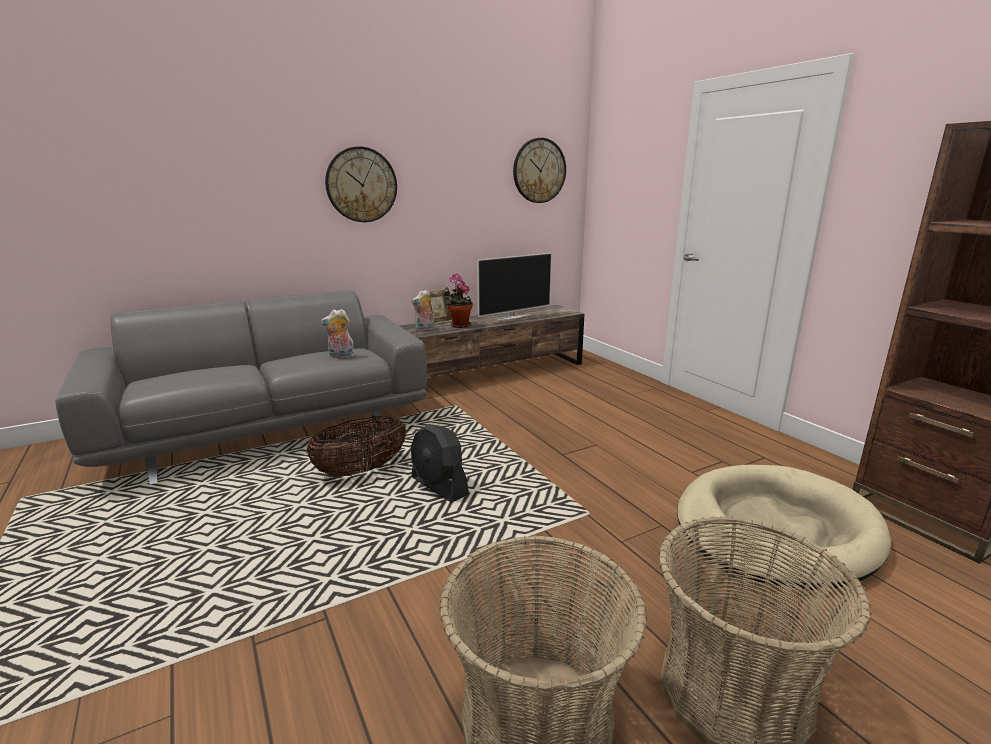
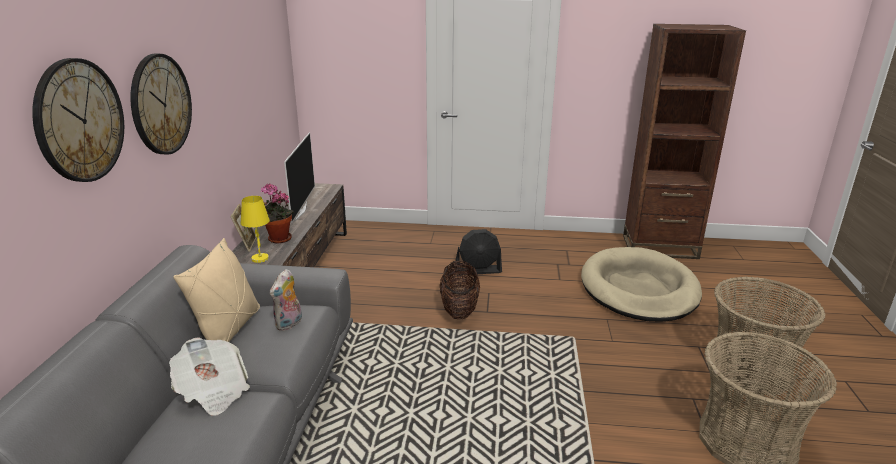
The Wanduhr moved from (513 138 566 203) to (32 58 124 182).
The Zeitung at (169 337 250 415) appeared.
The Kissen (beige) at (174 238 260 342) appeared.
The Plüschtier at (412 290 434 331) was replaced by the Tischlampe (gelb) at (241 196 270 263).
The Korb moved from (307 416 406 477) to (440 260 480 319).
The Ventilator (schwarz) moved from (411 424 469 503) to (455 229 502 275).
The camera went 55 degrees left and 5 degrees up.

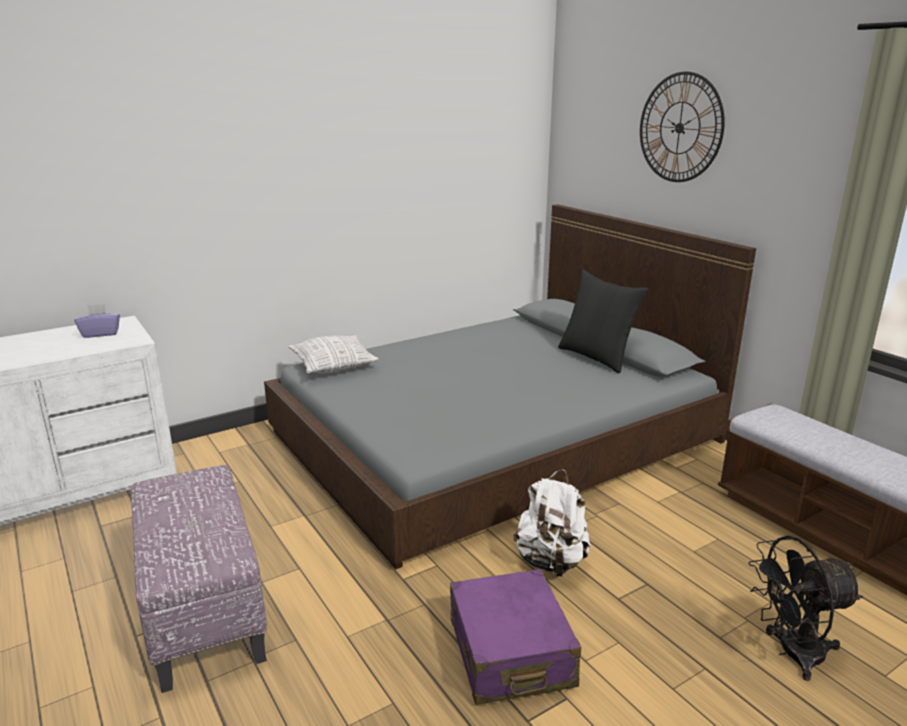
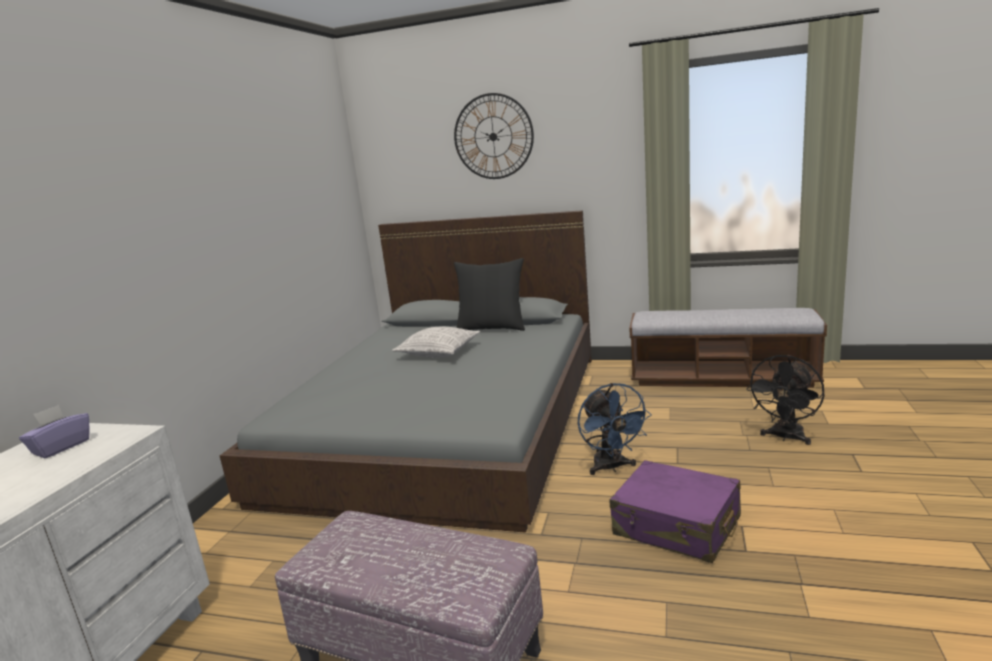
The Kissen moved from (288 335 379 373) to (392 327 480 358).
The Rucksack (weiß) at (514 469 591 577) was replaced by the Ventilator (blau) at (578 383 651 475).
The camera went 40 degrees left and 5 degrees down.

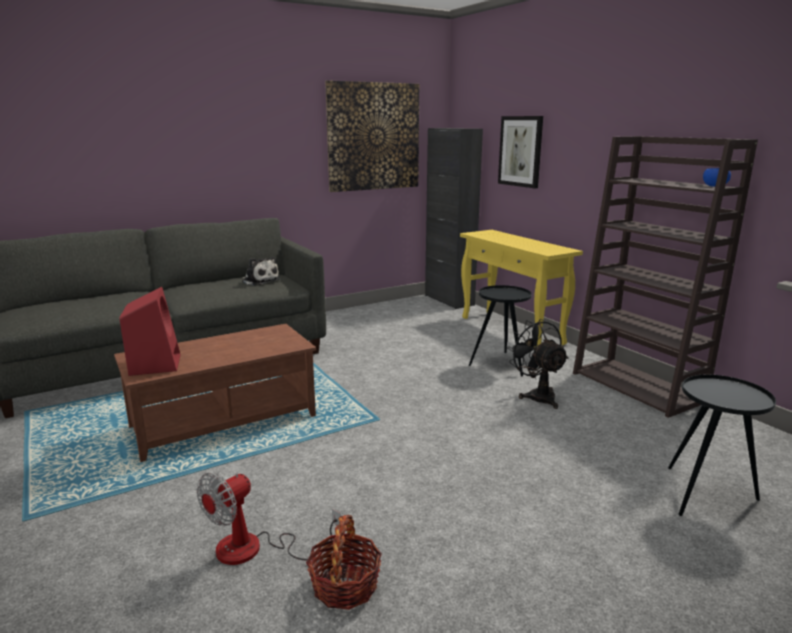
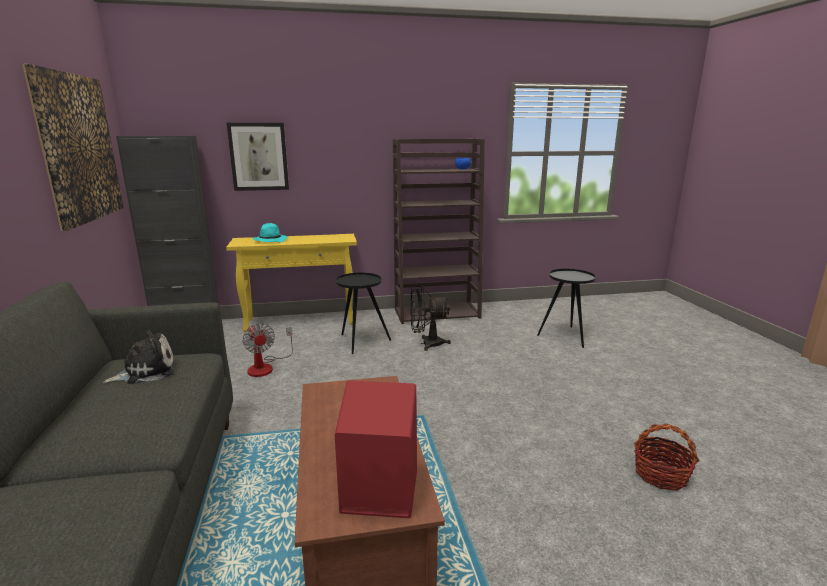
The Ventilator moved from (197 472 341 565) to (242 323 293 377).
The Hut (türkis) at (252 223 287 242) appeared.
The camera went 70 degrees left and 0 degrees up.

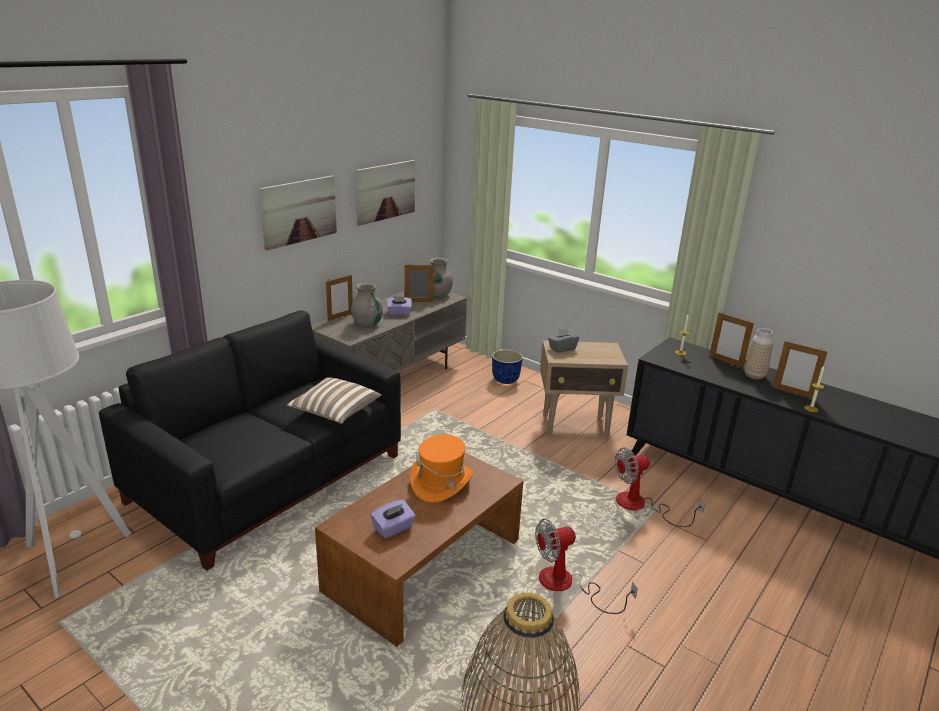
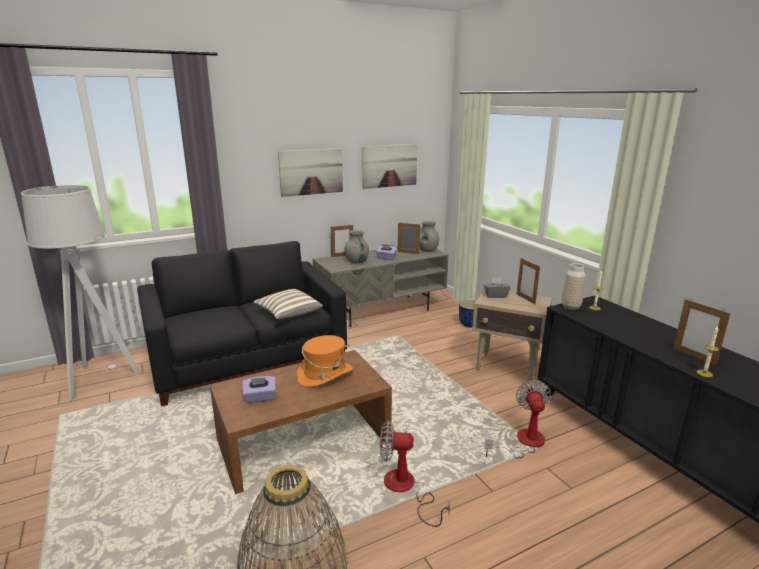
The Ventilator at (615 447 705 527) turned 90 degrees clockwise.
The Bilderrahmen moved from (709 312 754 368) to (517 258 540 304).
The Vase moved from (744 328 773 379) to (561 263 585 310).
The camera went 25 degrees right and 5 degrees down.

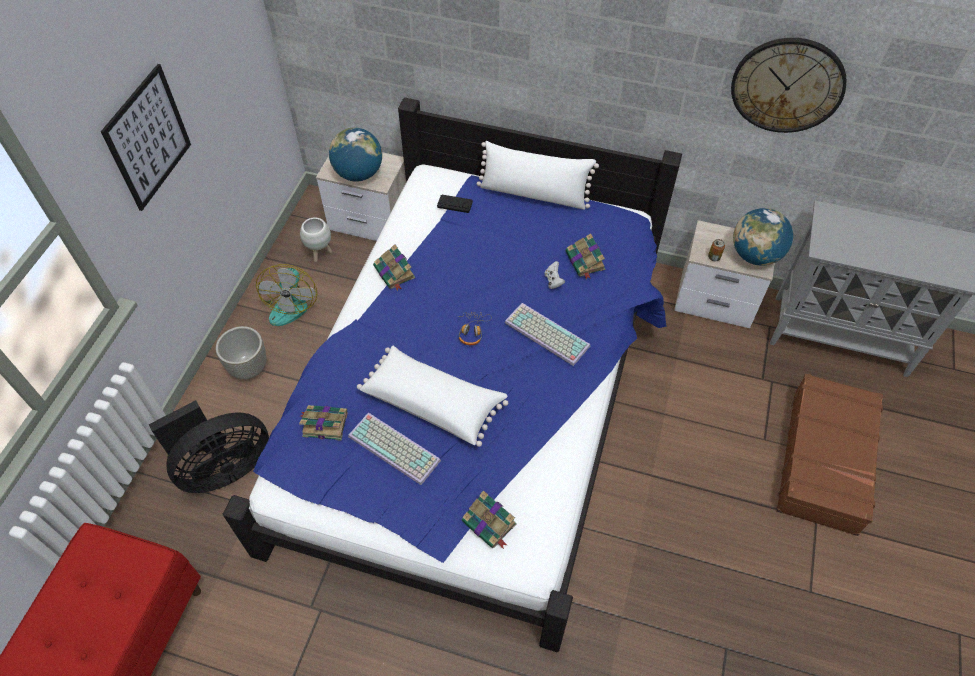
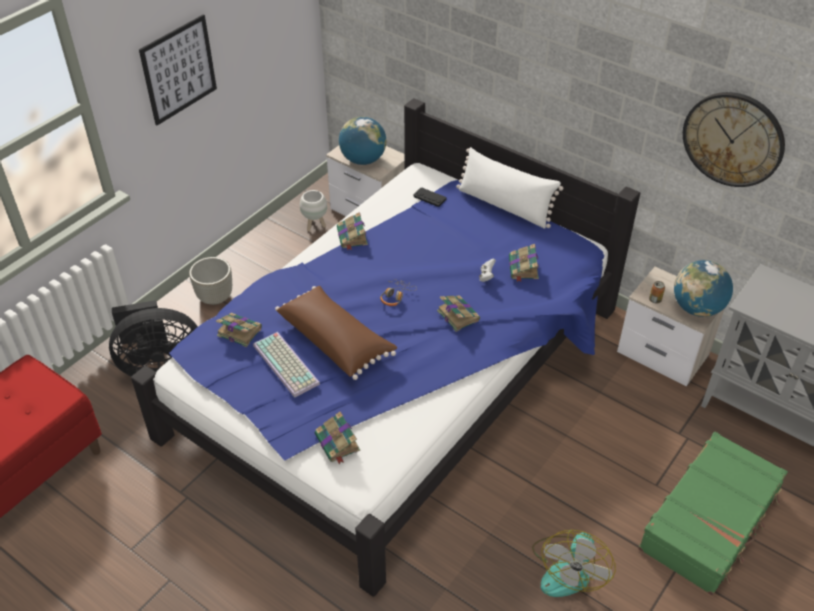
The Kissen (weiß) at (357 346 508 447) became the Kissen (braun) at (275 286 397 380).
The Tastatur at (505 303 590 366) was replaced by the Buch at (437 296 480 332).
The Ventilator moved from (256 264 317 326) to (532 530 616 597).
The Koffer (braun) at (776 374 883 536) became the Koffer (grün) at (638 432 788 596).
The camera went 20 degrees right and 10 degrees down.

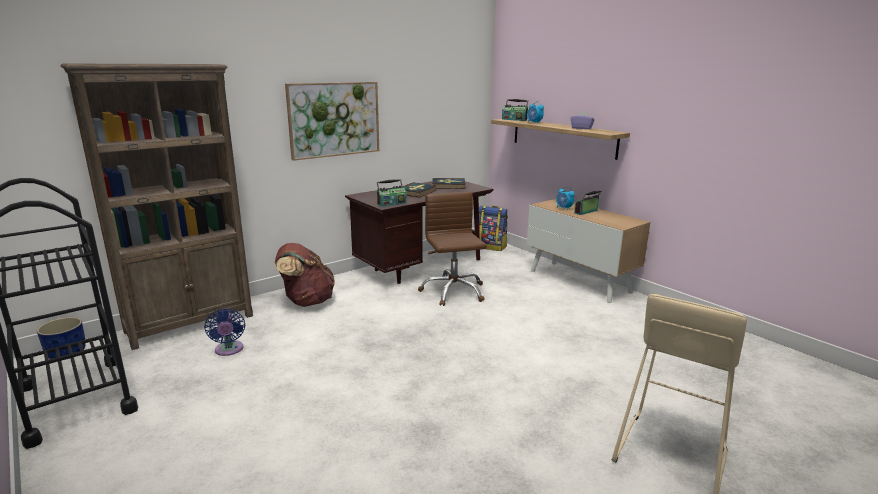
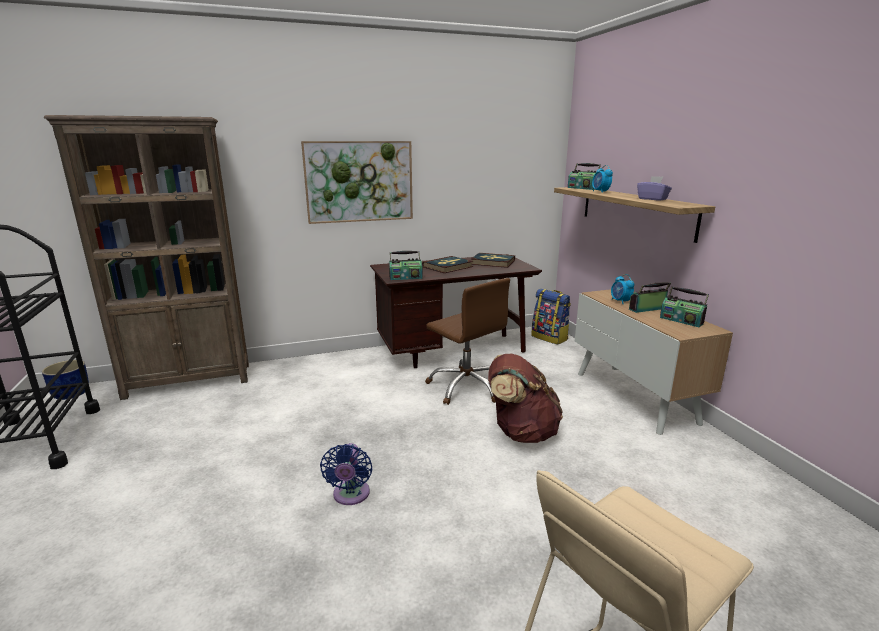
The Ventilator (blau) moved from (204 308 245 356) to (320 443 372 505).
The Bürostuhl (braun) at (418 192 487 306) turned 135 degrees clockwise.
The Rucksack (braun) moved from (275 243 335 307) to (488 354 563 443).
The Radio at (660 287 709 327) appeared.
The camera went 20 degrees right and 0 degrees up.

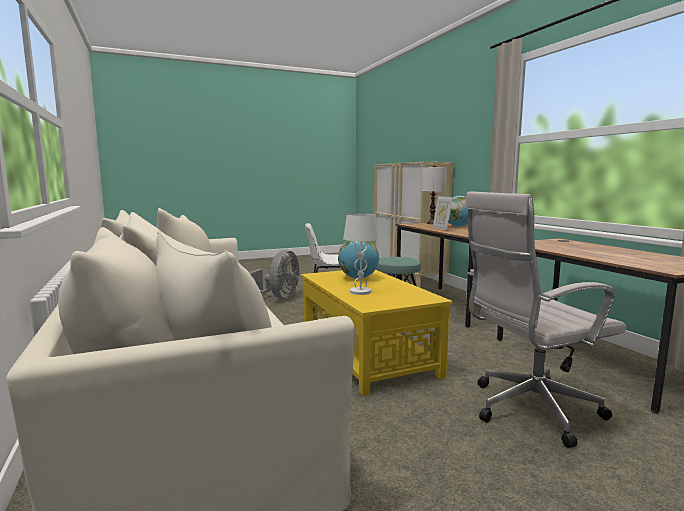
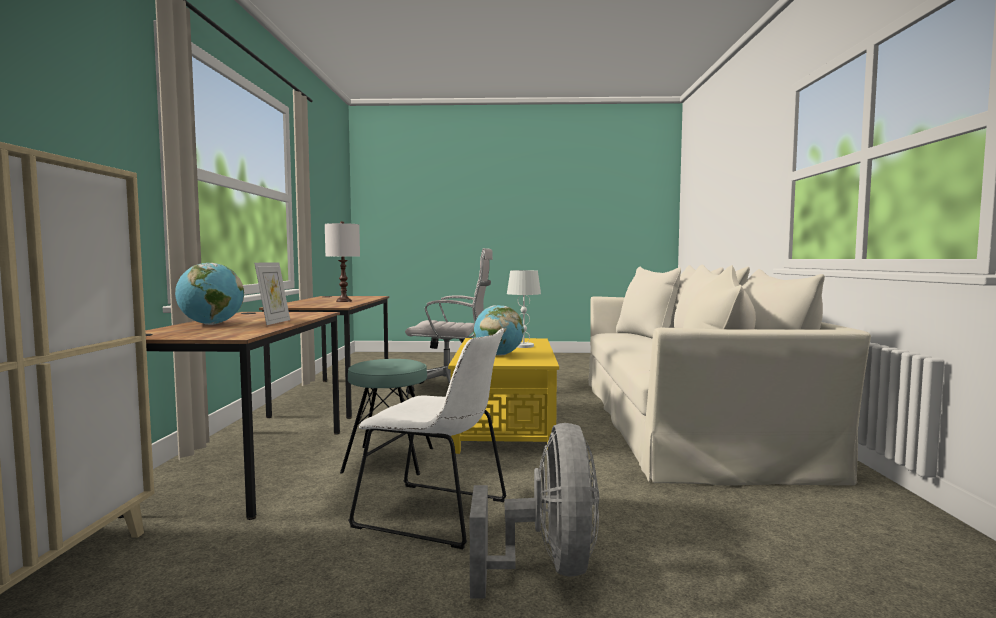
The Tischlampe (weiß) moved from (421 165 447 224) to (325 221 360 302).
The Ventilator (grau) at (249 250 299 299) turned 135 degrees clockwise.
The camera went 155 degrees left and 5 degrees down.

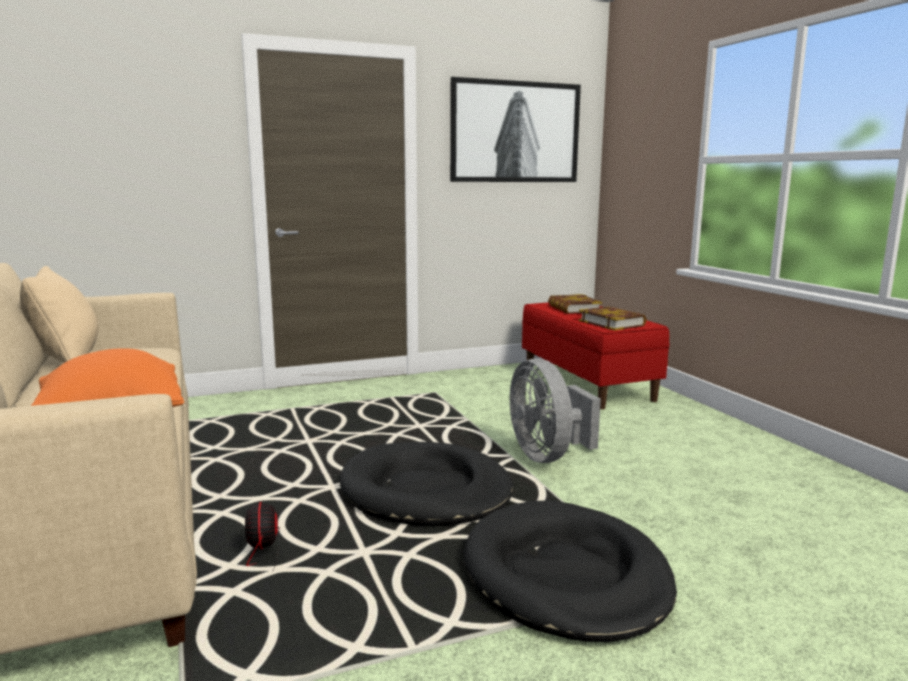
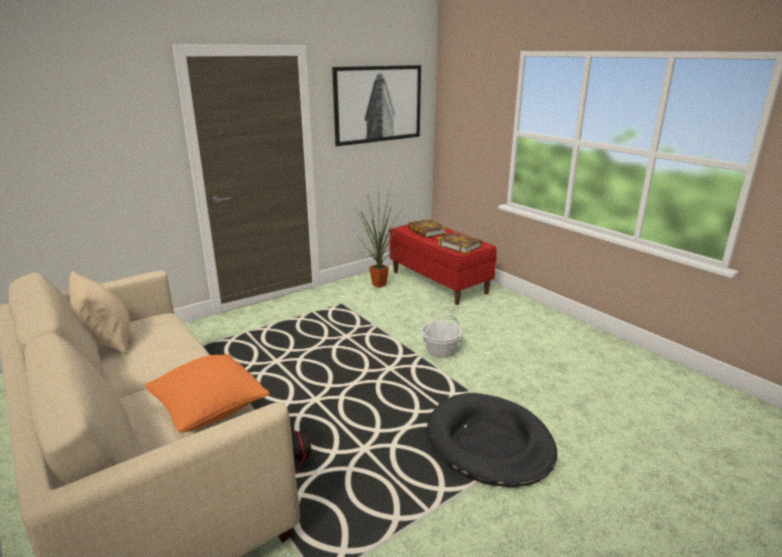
The Topfpflanze at (354 182 404 288) appeared.
The Ventilator (grau) at (510 358 601 463) was replaced by the Korb at (421 314 462 358).
The Hundebett (schwarz) at (340 442 513 526) disappeared.
The camera went 15 degrees left and 10 degrees up.

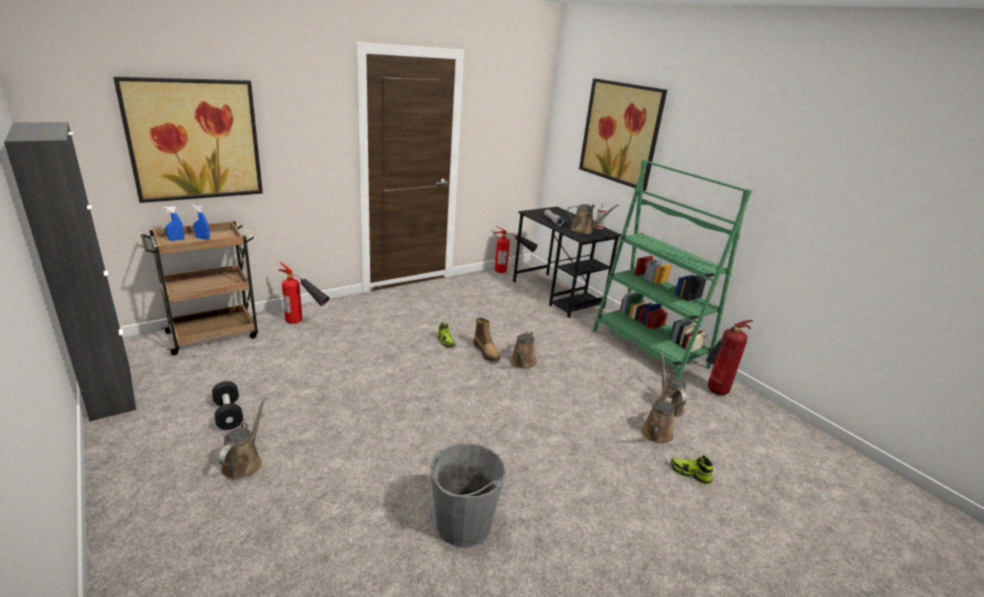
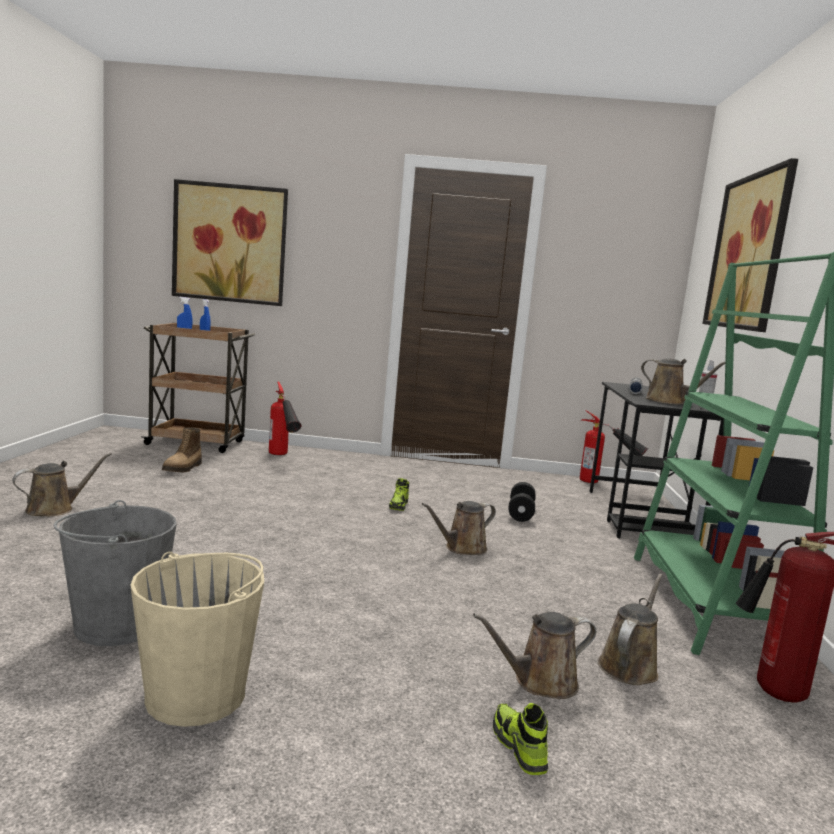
The Eimer (beige) at (130 552 264 727) appeared.
The Stiefel moved from (473 317 500 362) to (162 428 202 472).
The Hantel (schwarz) moved from (212 381 243 430) to (508 482 536 522).
The Schrank (schwarz) at (4 122 136 421) disappeared.
The camera went 40 degrees right and 15 degrees down.

